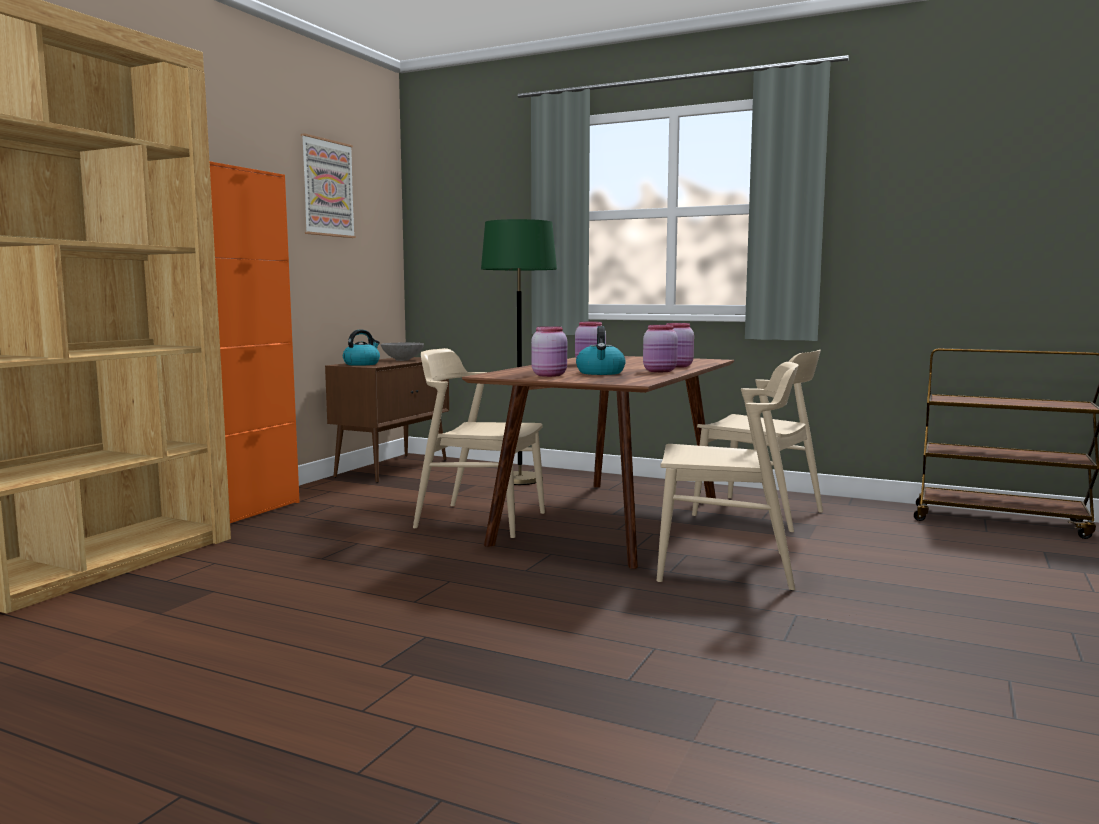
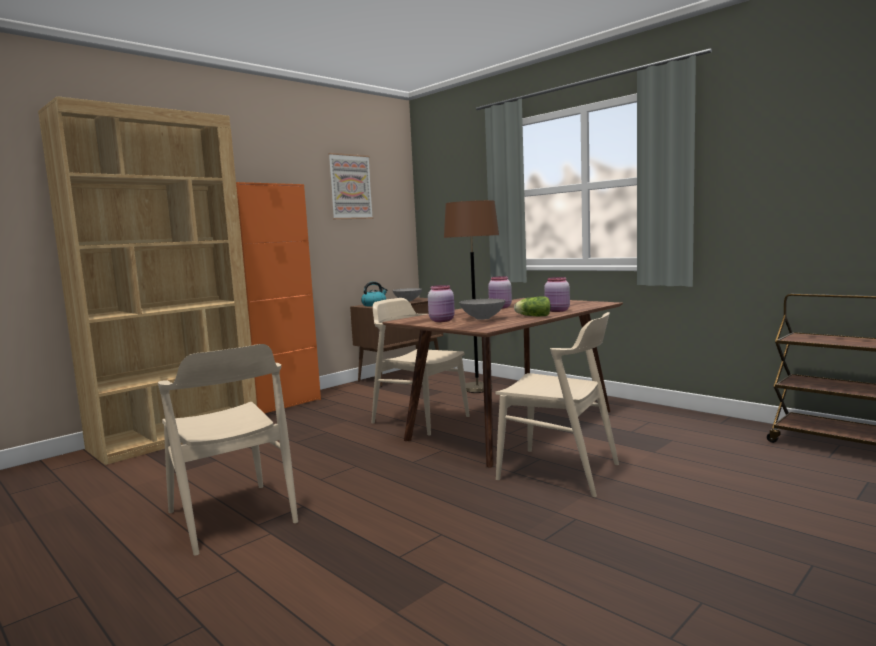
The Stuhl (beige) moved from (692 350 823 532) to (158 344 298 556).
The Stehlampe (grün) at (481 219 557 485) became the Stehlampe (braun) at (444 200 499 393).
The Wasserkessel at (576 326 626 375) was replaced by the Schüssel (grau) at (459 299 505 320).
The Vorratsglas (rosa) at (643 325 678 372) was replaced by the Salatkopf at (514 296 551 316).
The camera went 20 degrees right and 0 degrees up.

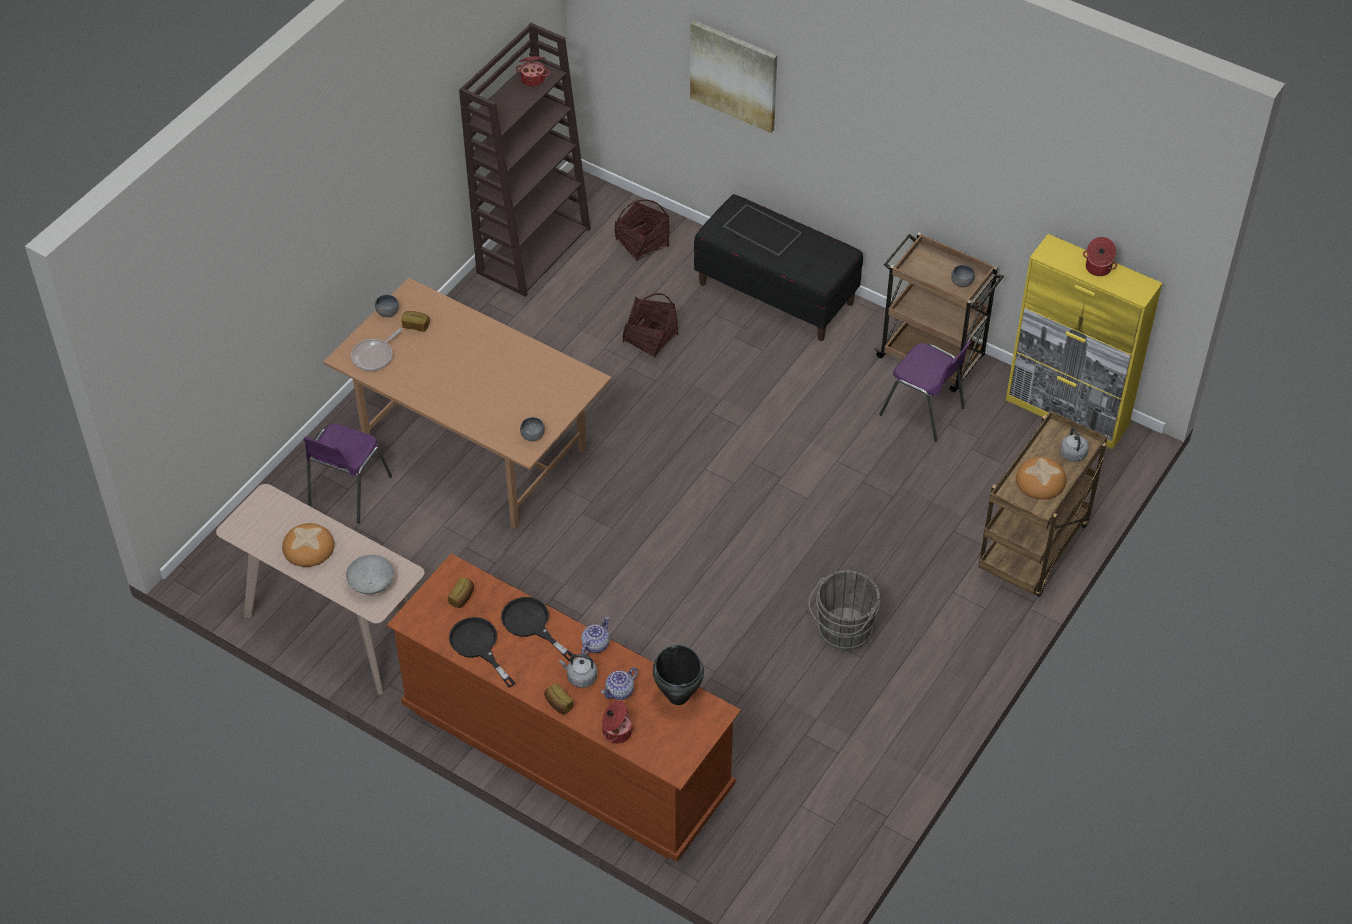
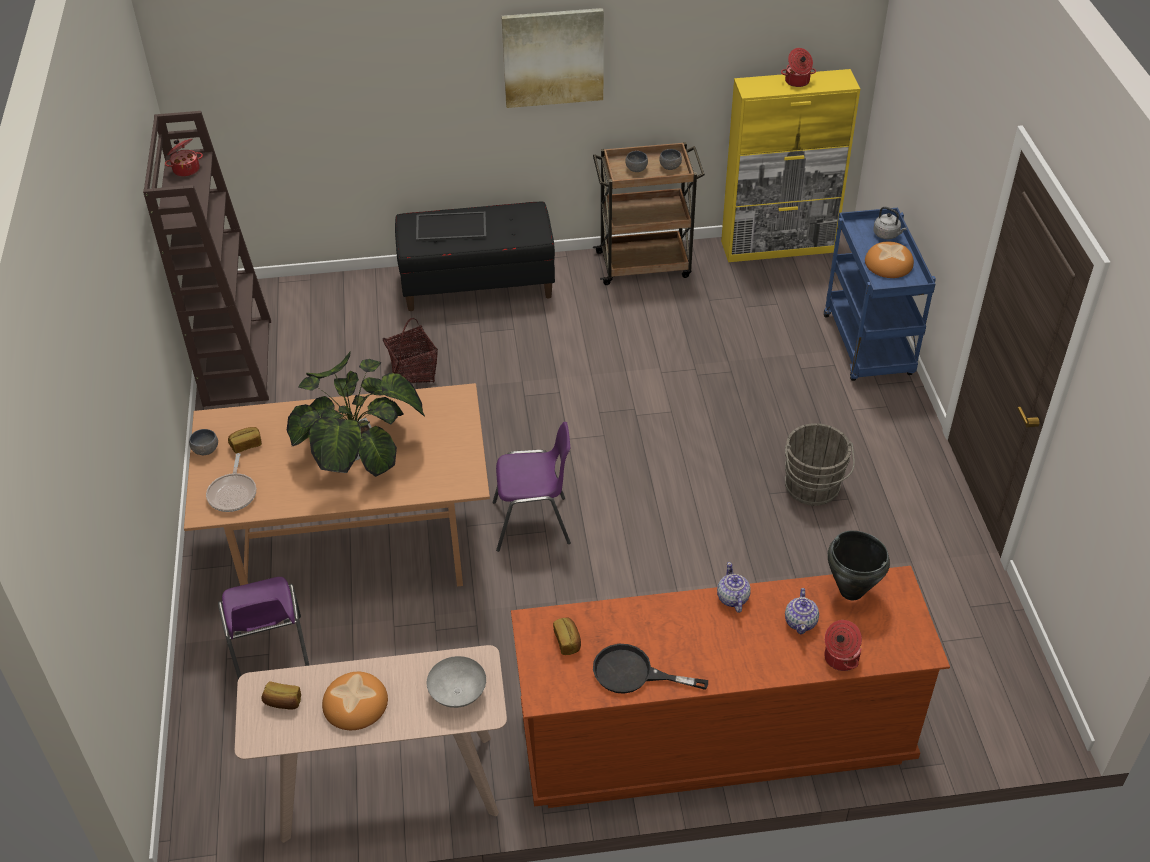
The Brot moved from (544 683 574 714) to (262 682 301 709).
The Topfpflanze at (287 351 425 477) appeared.
The Stuhl (lila) moved from (879 341 971 442) to (493 422 571 552).
The Bild moved from (690 20 777 133) to (501 8 604 108).
The Schüssel (grau) moved from (520 417 545 441) to (625 151 648 172).
The Rollwagen (braun) at (978 411 1108 597) became the Rollwagen (blau) at (824 208 936 381).
The Pfanne (schwarz) at (501 597 574 661) disappeared.
The Wasserkessel (grau) at (559 654 597 688) disappeared.
The Korb at (615 199 669 261) disappeared.
The camera went 40 degrees left and 5 degrees down.

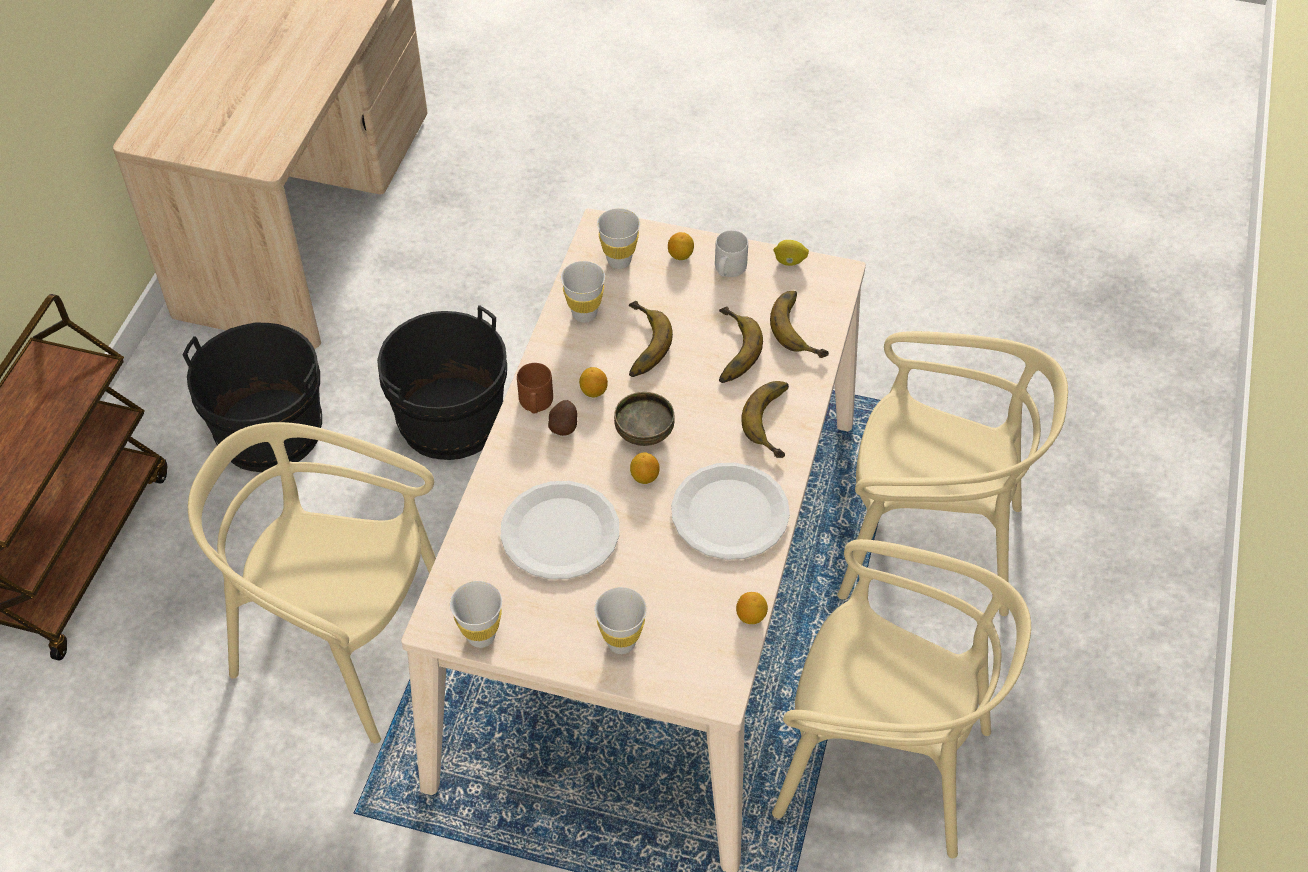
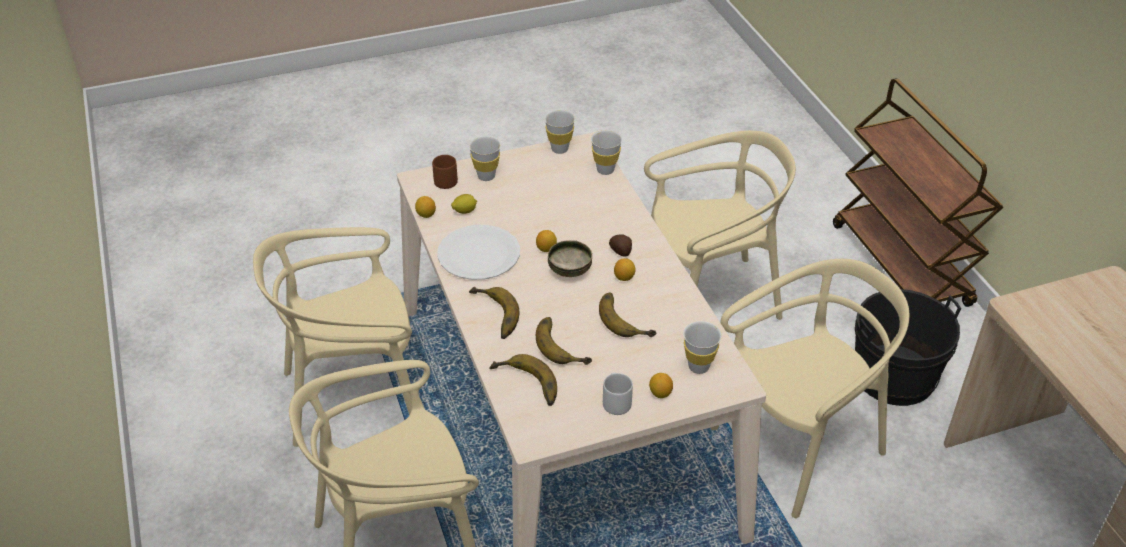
The Henkelbecher (braun) moved from (517 363 553 413) to (432 155 458 189).
The Zitrone moved from (773 240 809 266) to (451 194 477 214).
The Tasse (weiß) moved from (561 261 605 323) to (591 130 622 175).
The Eimer (schwarz) at (377 305 507 460) was replaced by the Stuhl (beige) at (711 259 909 518).
The Teller (weiß) at (501 481 619 580) disappeared.
The camera went 145 degrees right and 10 degrees down.

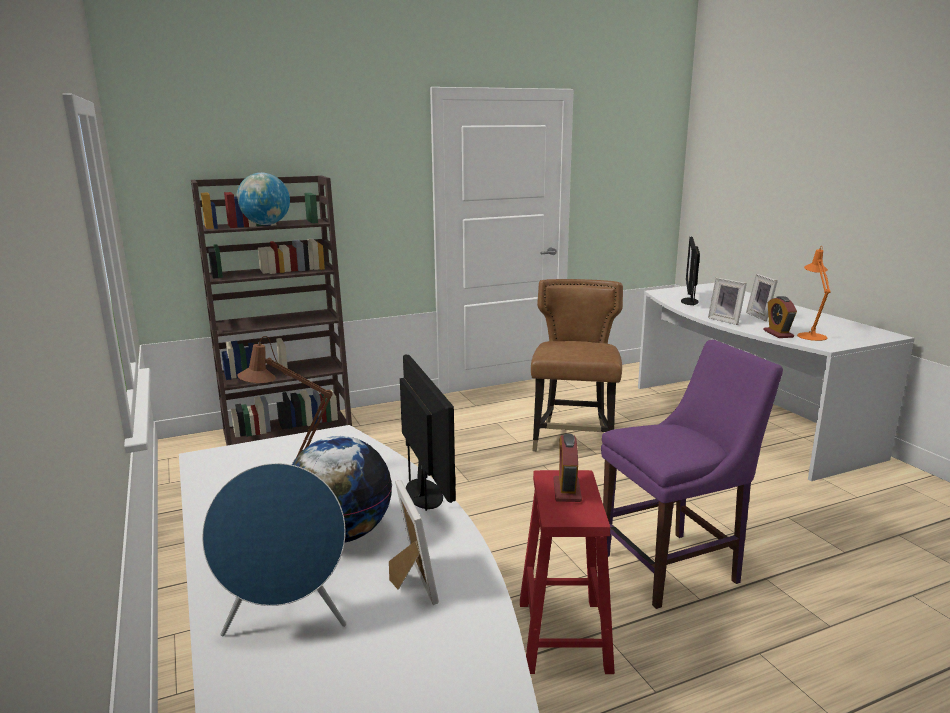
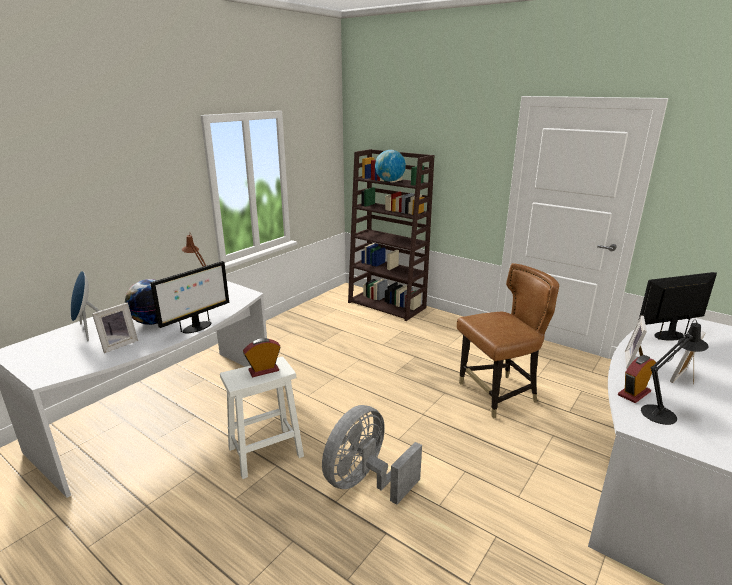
The Hocker (rot) at (520 470 615 674) became the Hocker (weiß) at (220 357 304 479).
The Stuhl (lila) at (601 340 783 609) was replaced by the Ventilator (grau) at (322 405 422 505).
The Tischlampe (orange) at (797 247 830 341) became the Tischlampe (schwarz) at (641 320 709 425).
The camera went 60 degrees right and 5 degrees up.

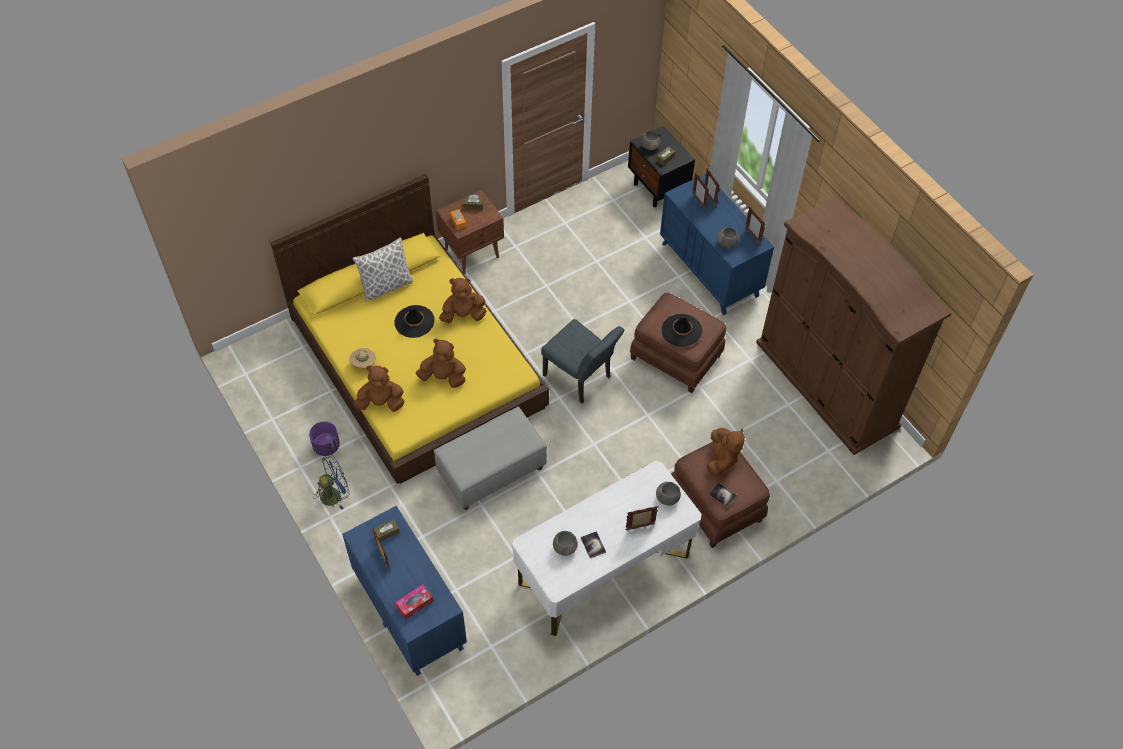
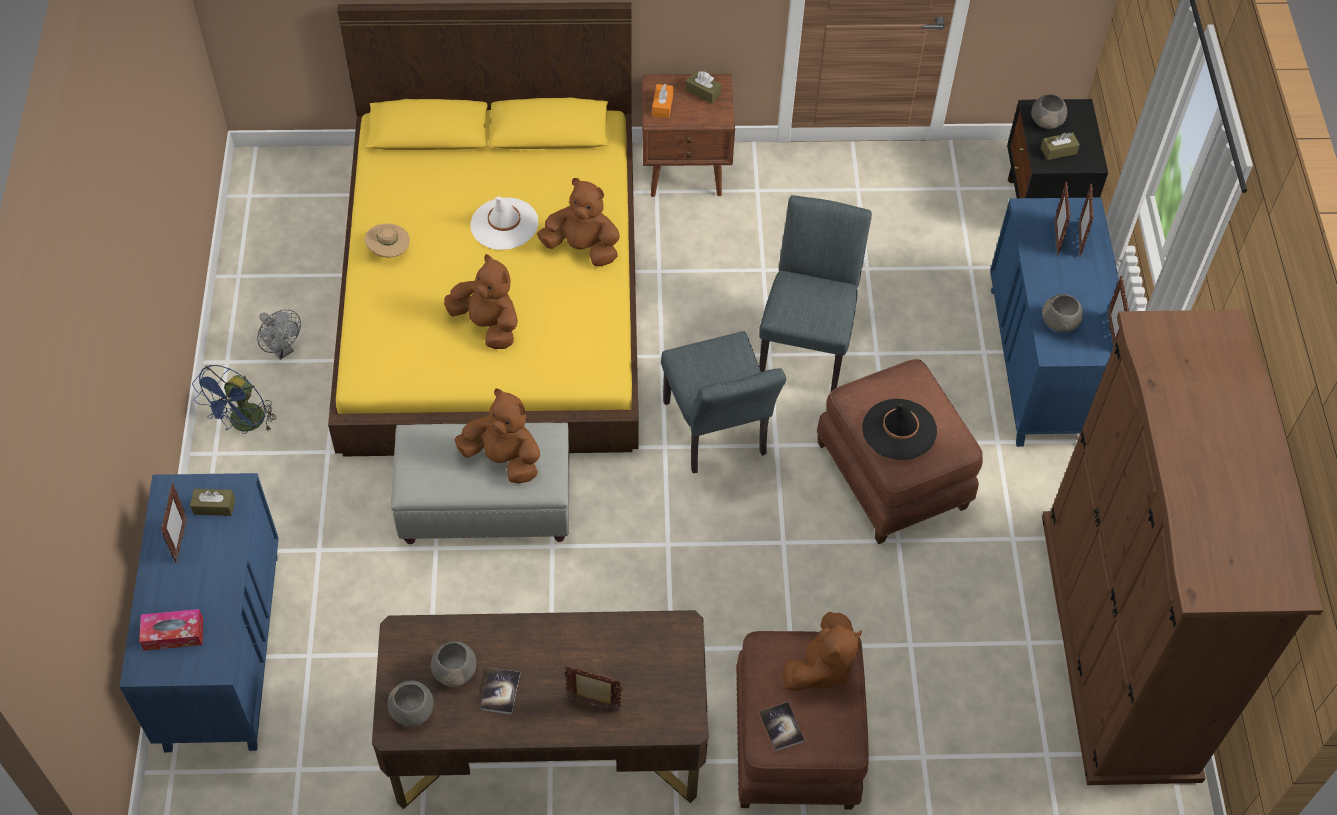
The Ventilator (blau) at (313 456 349 510) turned 105 degrees clockwise.
The Pflanzkübel (lila) at (309 421 340 456) was replaced by the Ventilator (grau) at (257 309 301 360).
The Schreibtisch (weiß) at (512 461 702 636) became the Schreibtisch (braun) at (372 610 708 809).
The Schüssel (grau) moved from (656 482 681 505) to (388 680 434 727).
The Plüschtier (braun) moved from (353 366 405 412) to (454 388 540 484).
The Hut (schwarz) at (394 305 434 338) became the Hut (weiß) at (470 196 538 250).
The Stuhl (grau) at (759 195 872 392) appeared.
The Kissen at (352 238 413 302) disappeared.
The camera went 30 degrees right and 0 degrees up.

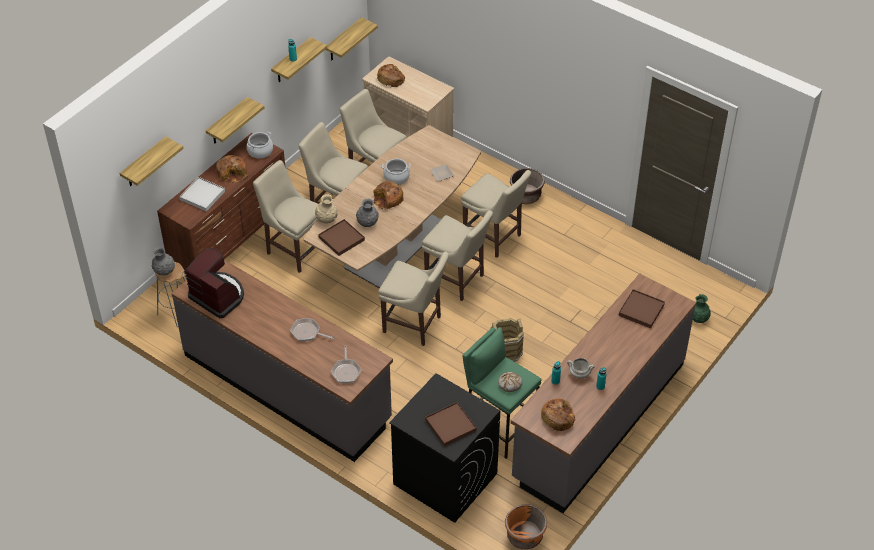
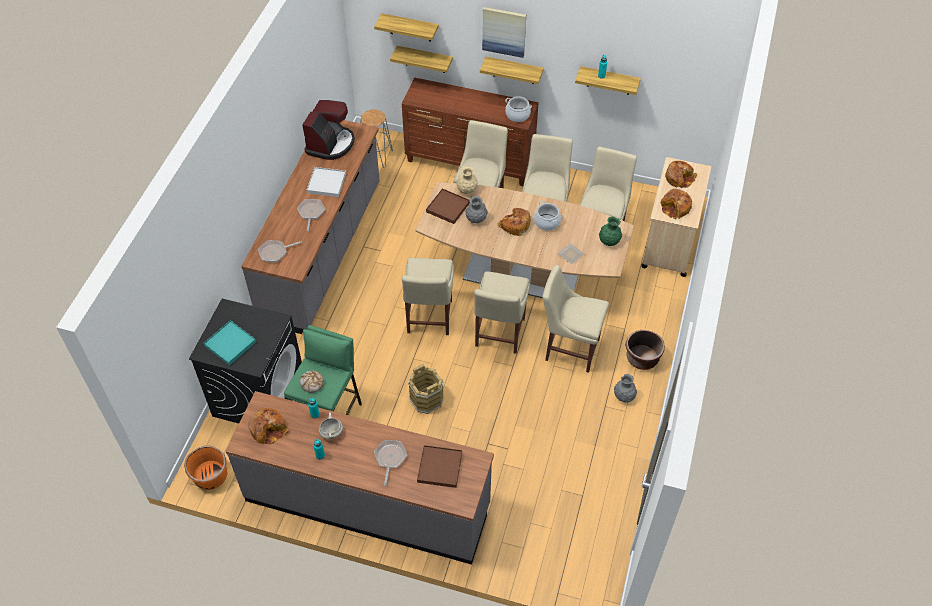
The Tablett (braun) at (425 402 477 447) became the Tablett (türkis) at (204 320 256 366).
The Tablett (weiß) moved from (179 177 225 212) to (307 167 346 197).
The Pfanne at (374 440 407 486) appeared.
The Wandregal moved from (326 17 378 60) to (390 46 453 73).
The Bild at (482 7 526 58) appeared.
The Stuhl (beige) at (461 170 531 258) turned 90 degrees clockwise.
The Vase (grün) moved from (693 294 711 323) to (599 216 622 246).
The Vase (grau) moved from (151 247 175 275) to (614 374 637 403).
The Brot moved from (216 155 248 184) to (661 189 692 219).
The camera went 70 degrees right and 5 degrees up.

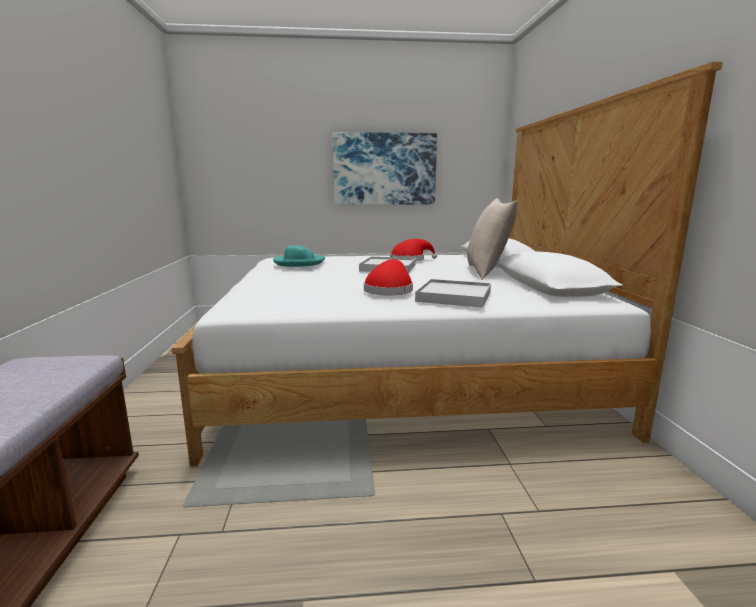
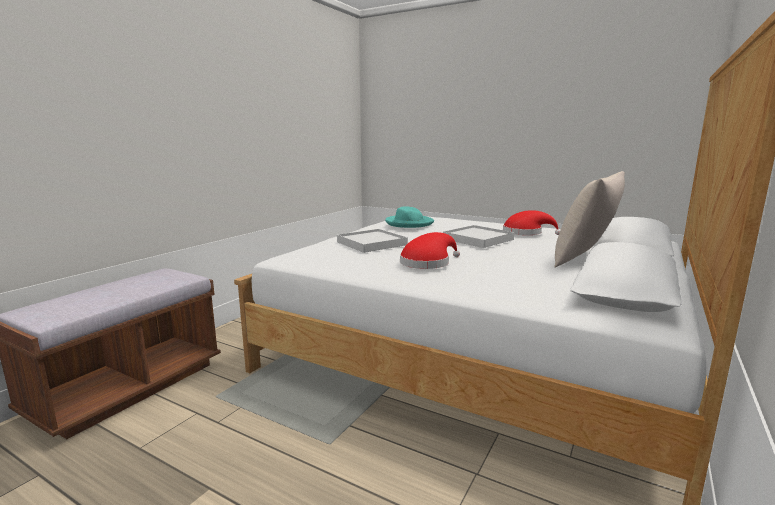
The Tablett (weiß) moved from (415 279 491 308) to (337 229 408 253).
The Bild at (333 132 437 205) disappeared.
The camera went 35 degrees right and 0 degrees up.

